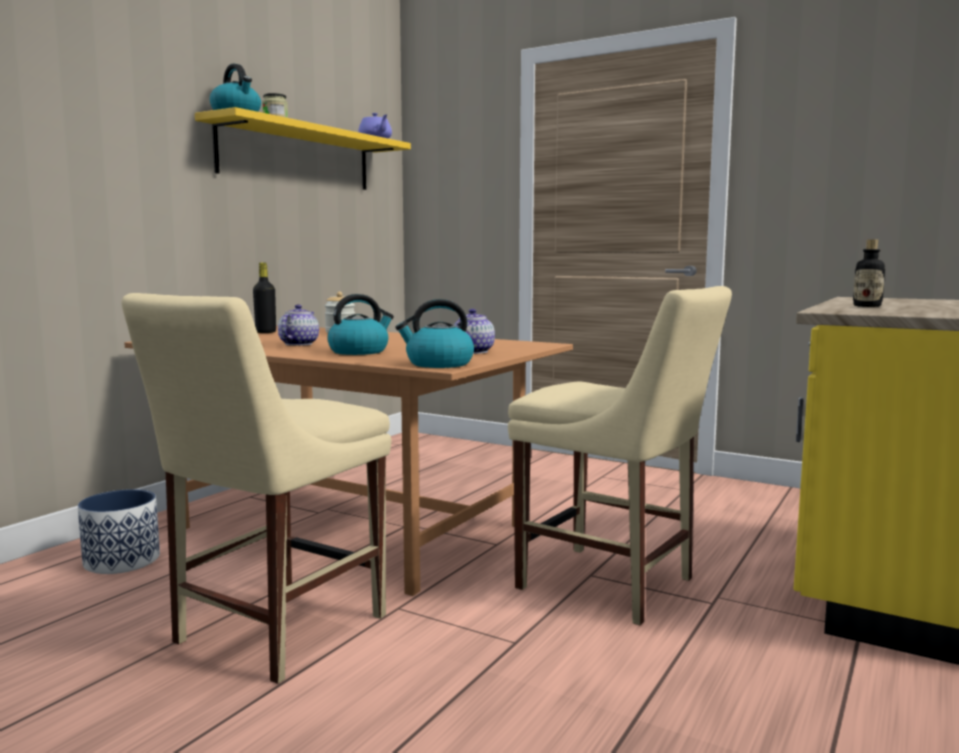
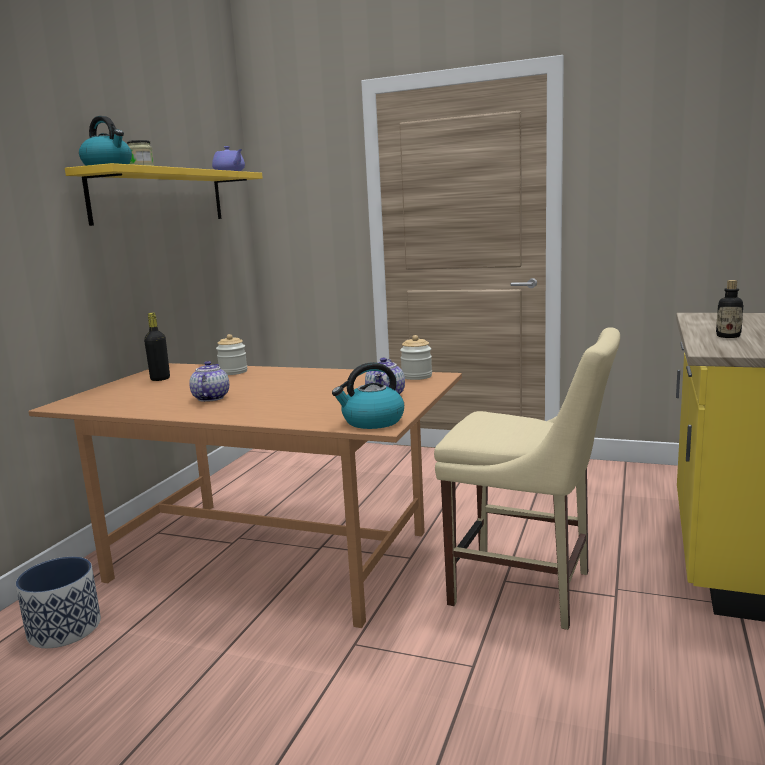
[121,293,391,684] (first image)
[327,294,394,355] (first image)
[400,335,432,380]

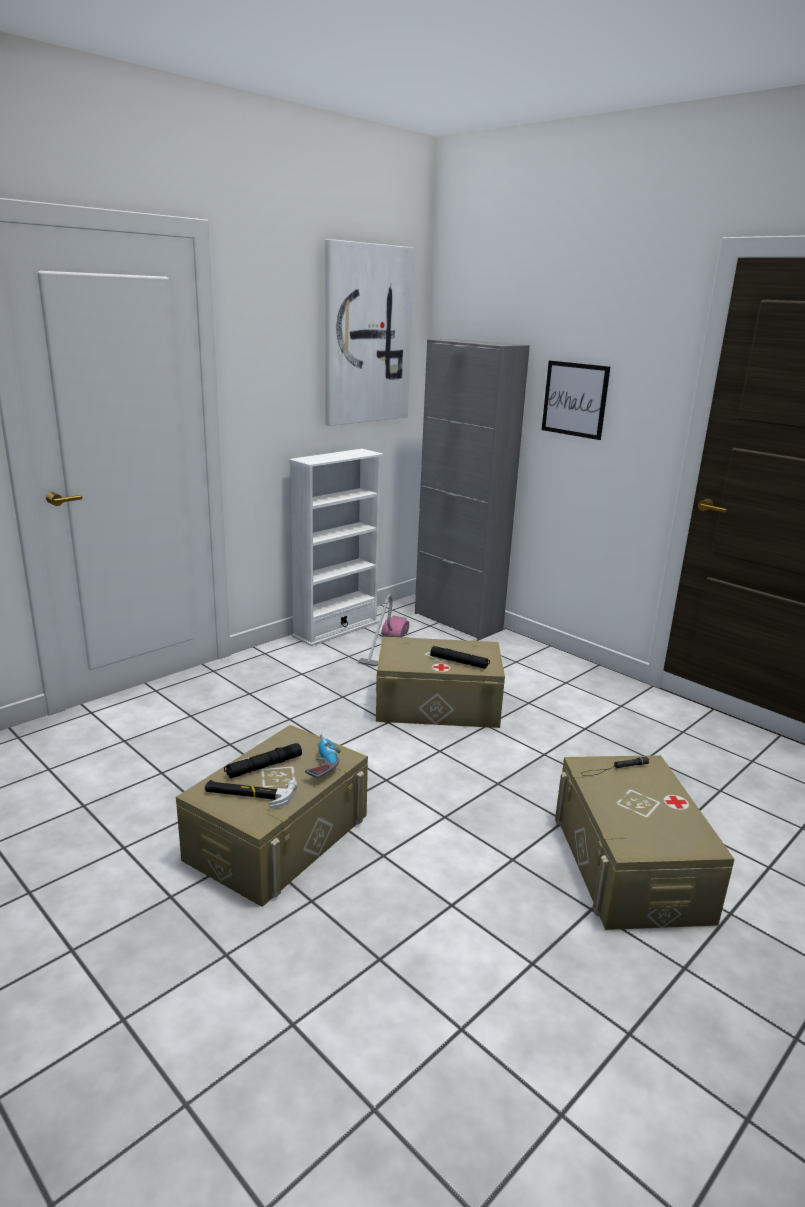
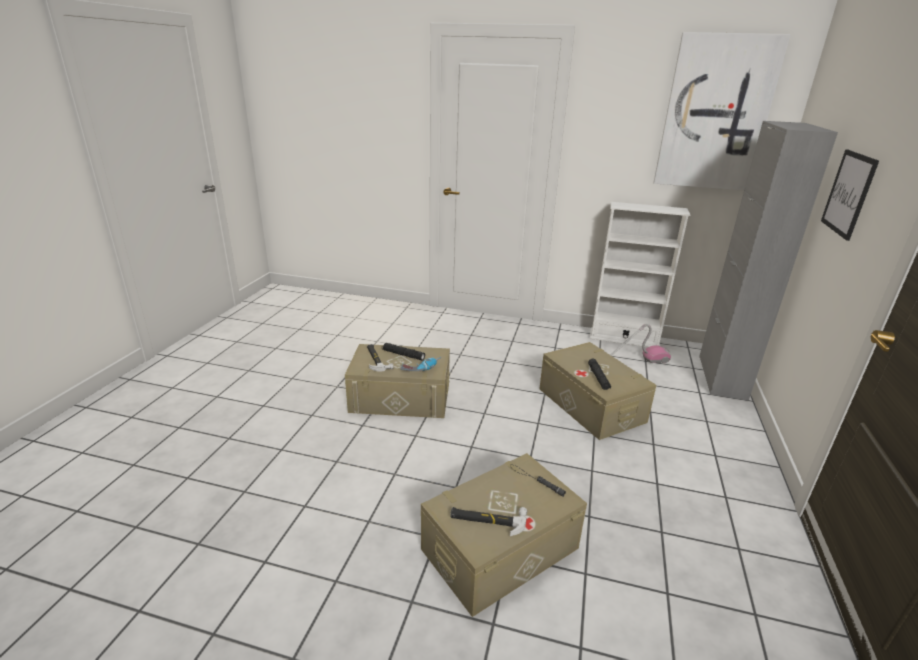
[450,507,527,536]

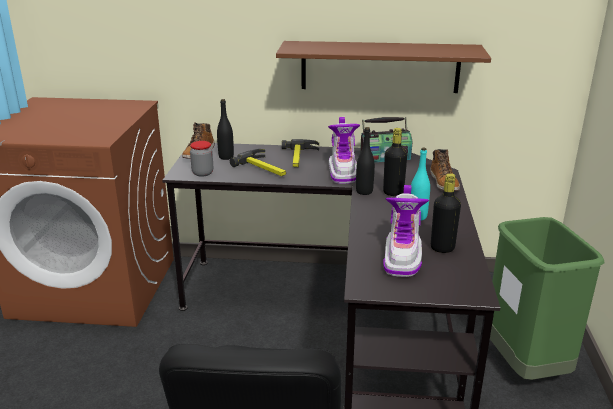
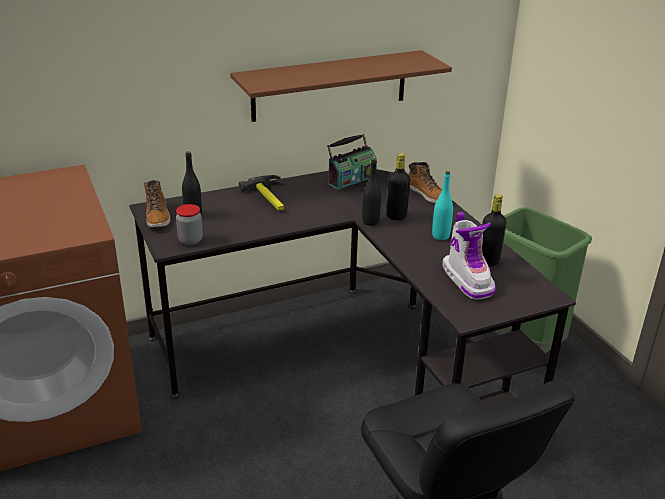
[230,149,286,176] (first image)
[328,117,360,184] (first image)

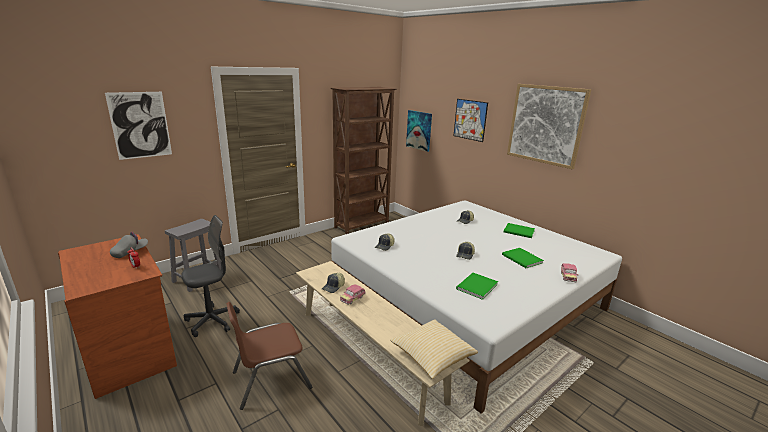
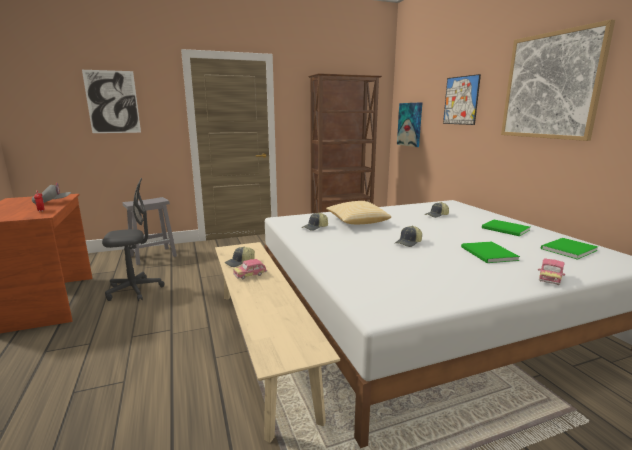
[226,302,312,410] (first image)
[326,201,391,224]
[541,238,598,260]

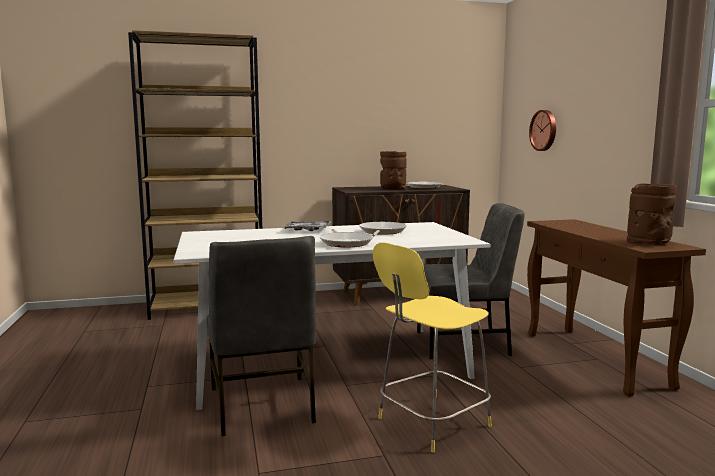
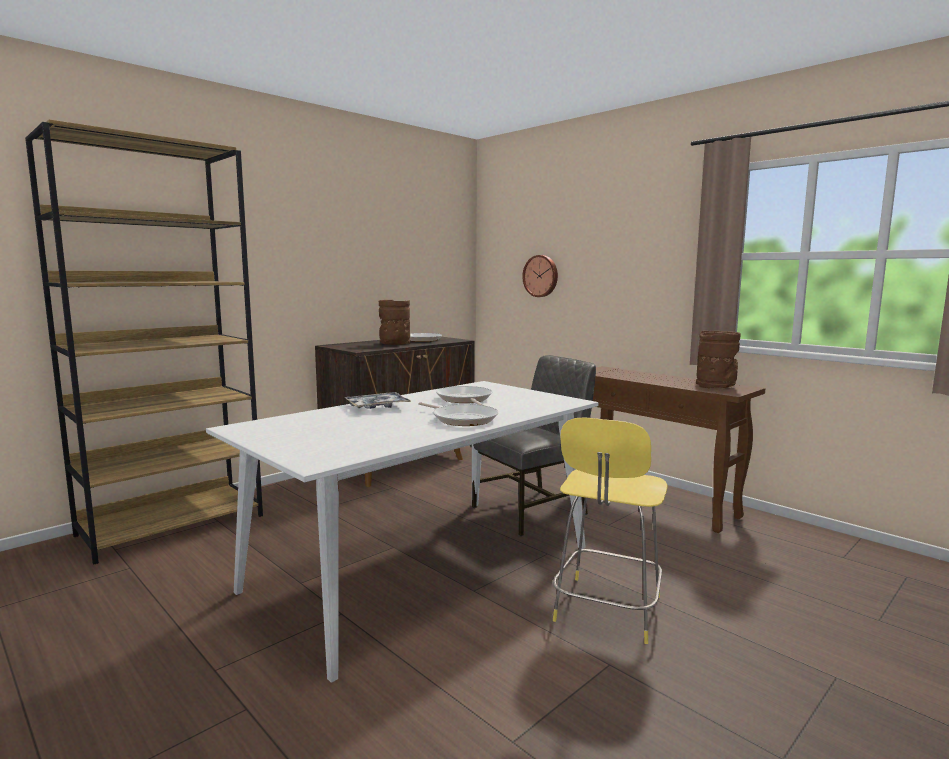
[207,236,316,436] (first image)

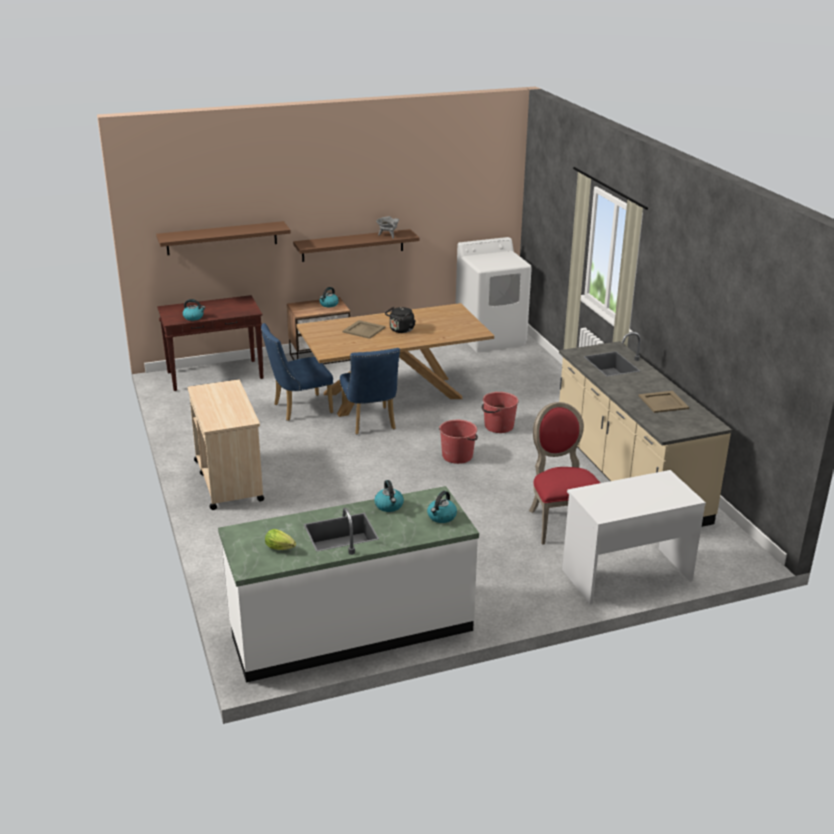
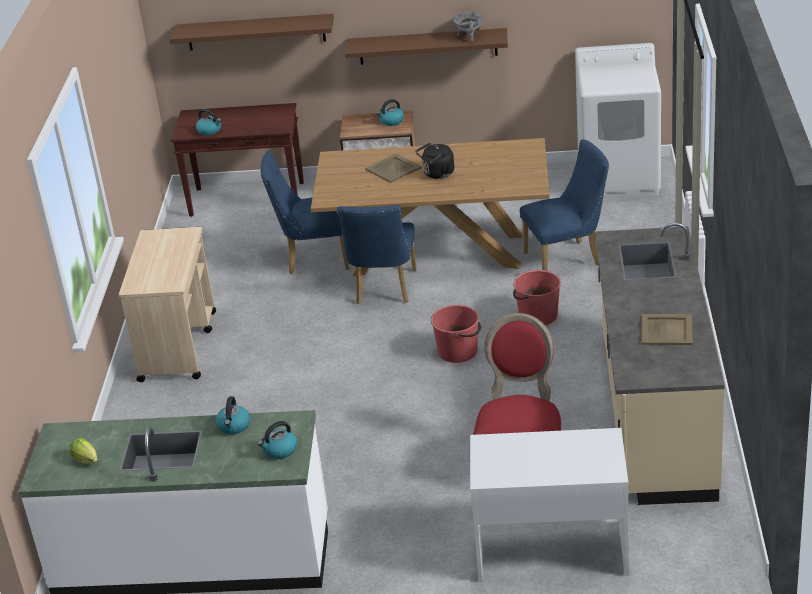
[520,139,609,271]

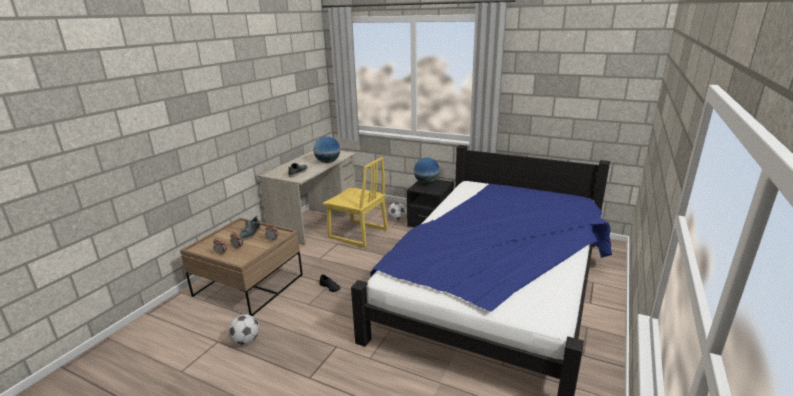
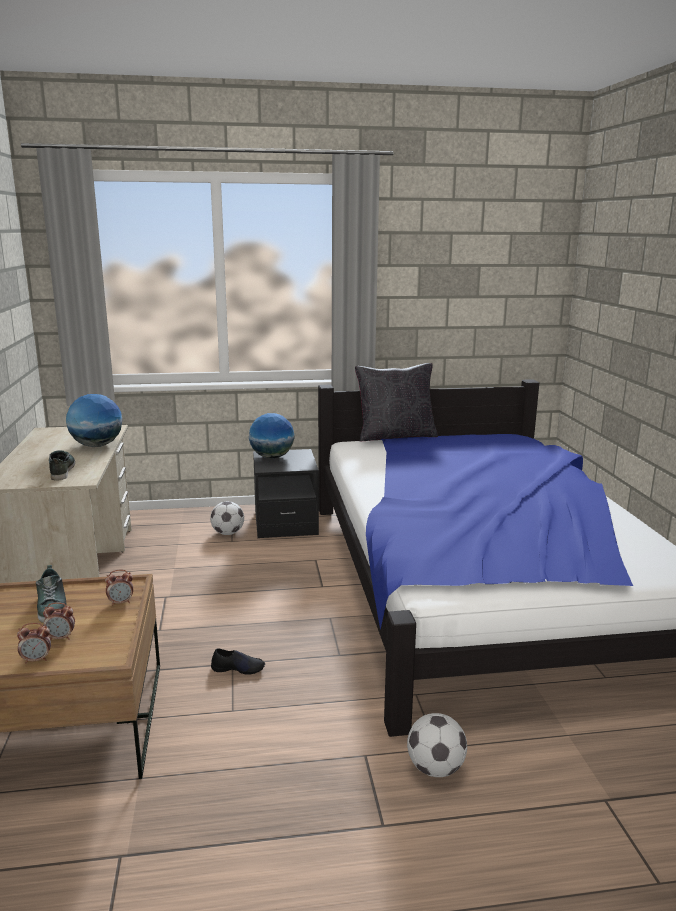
[407,713,467,777]
[323,157,388,247] (first image)
[355,363,438,442]

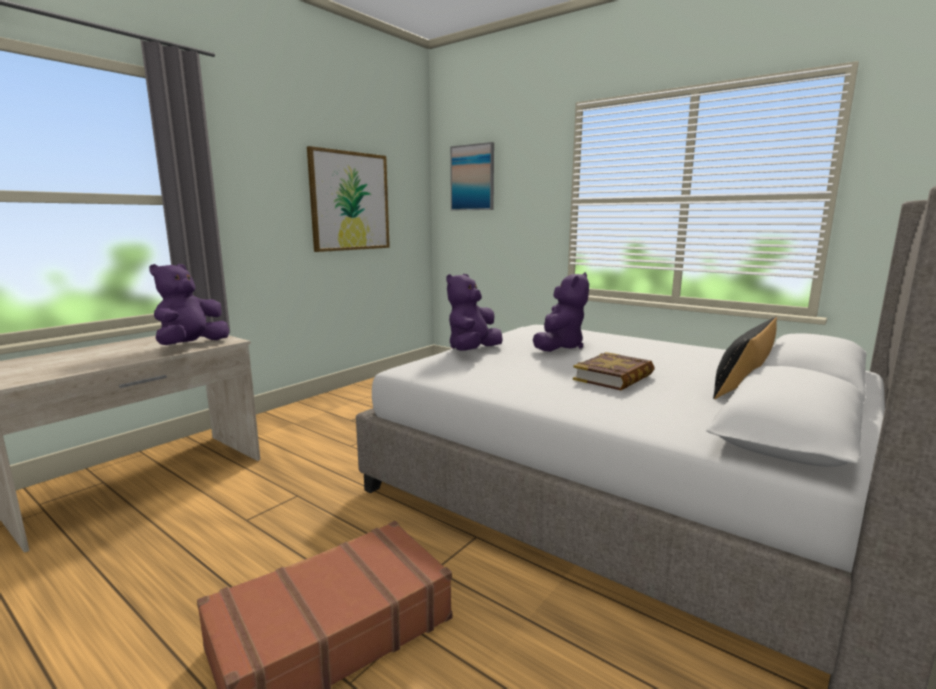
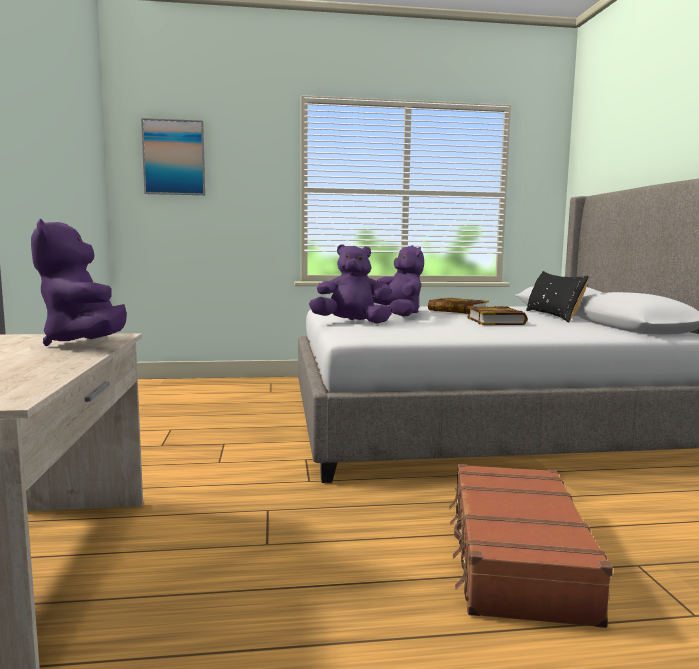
[307,146,390,252] (first image)
[309,244,391,324]
[428,298,489,314]

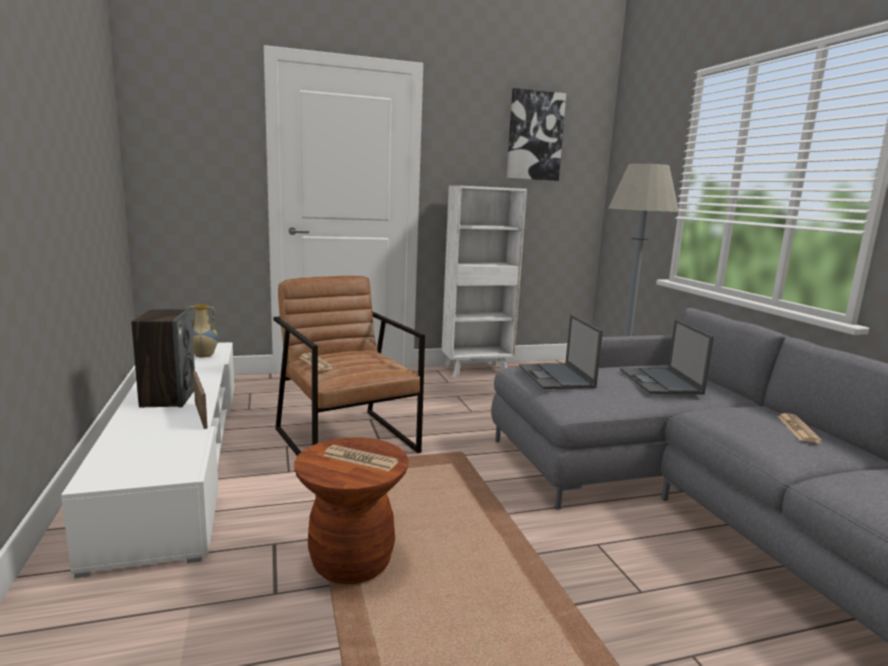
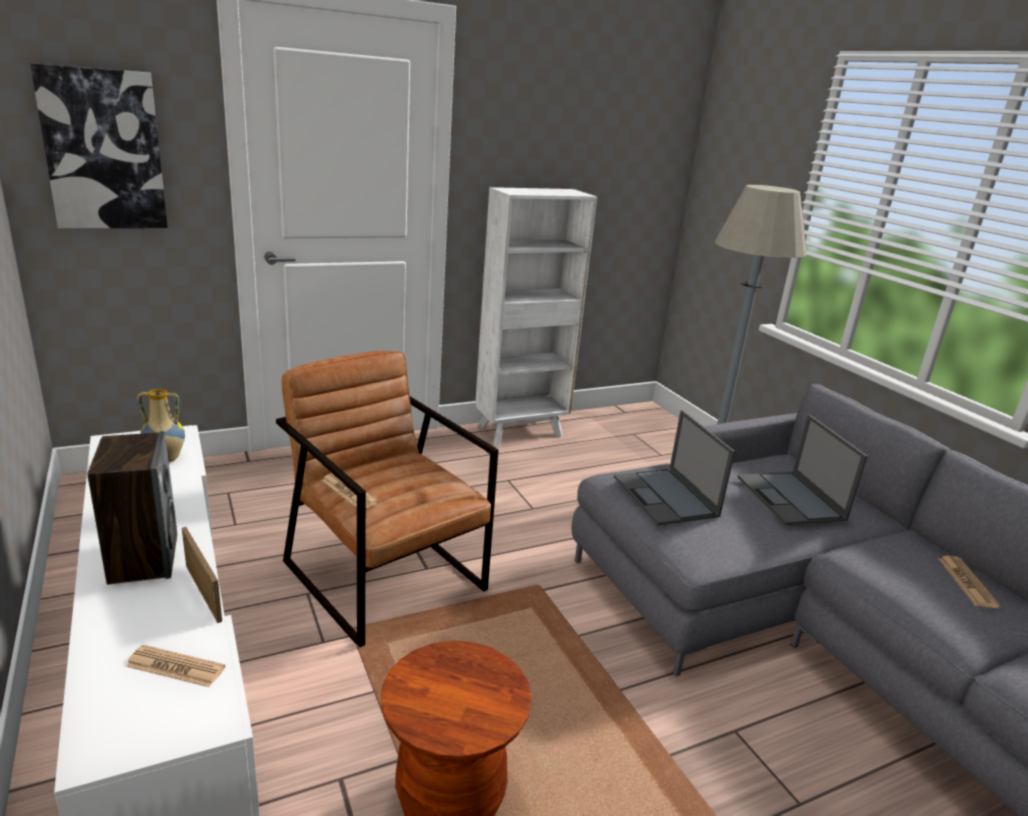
[126,645,225,687]
[30,63,168,228]

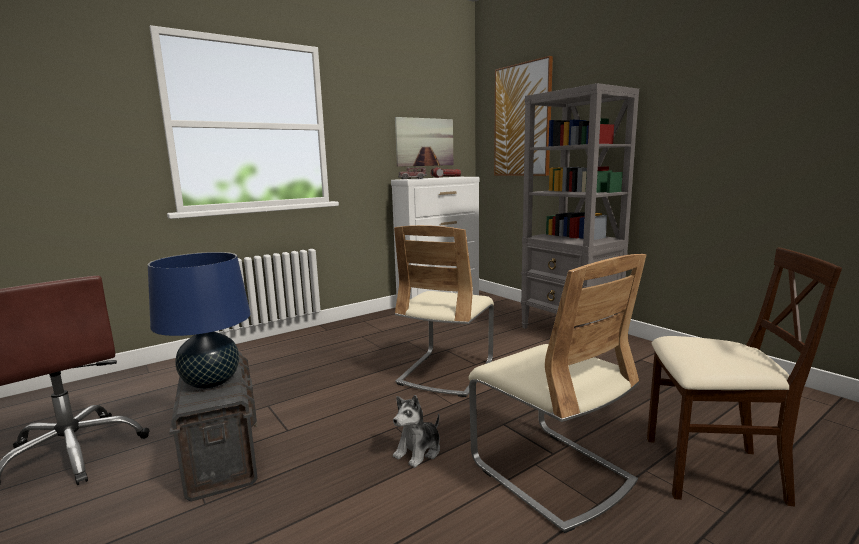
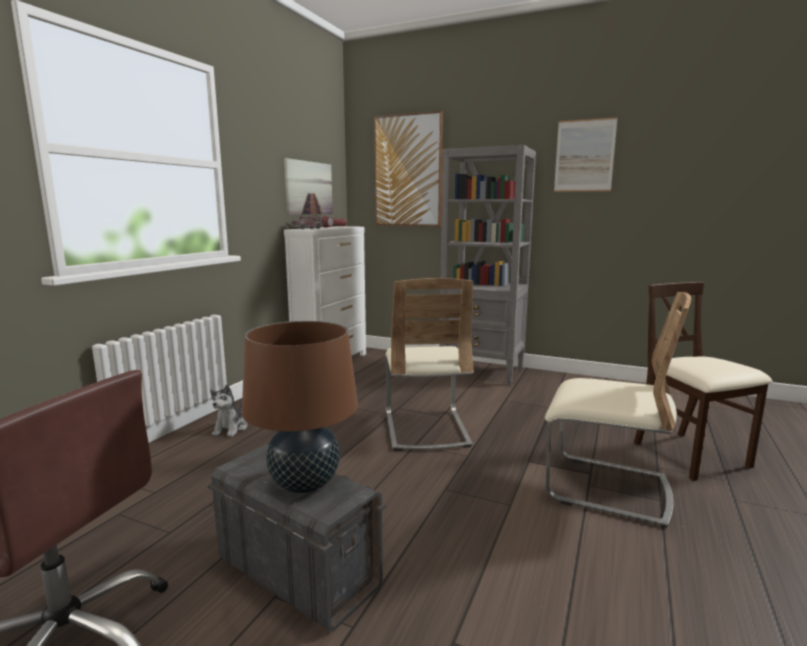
[242,321,358,493]
[210,384,247,437]
[634,282,773,481]
[554,117,618,192]

